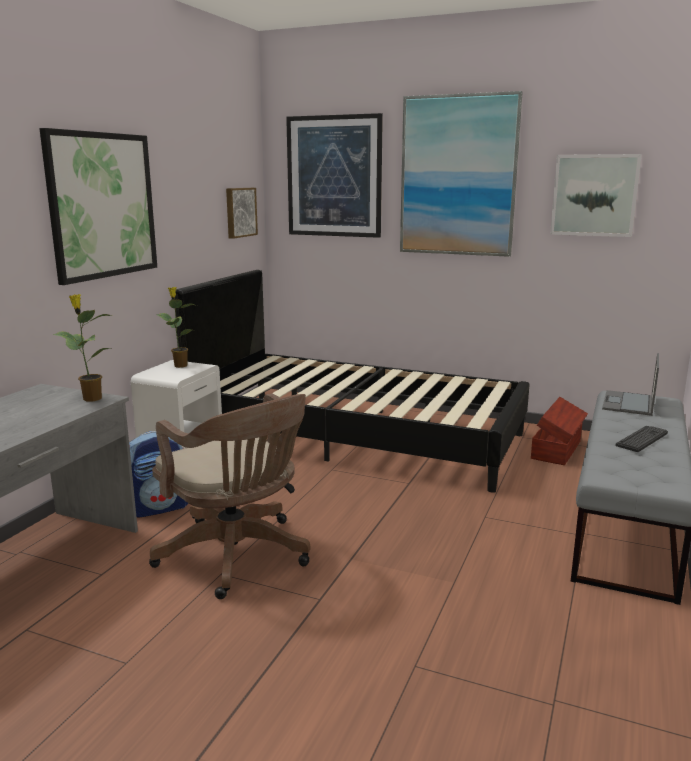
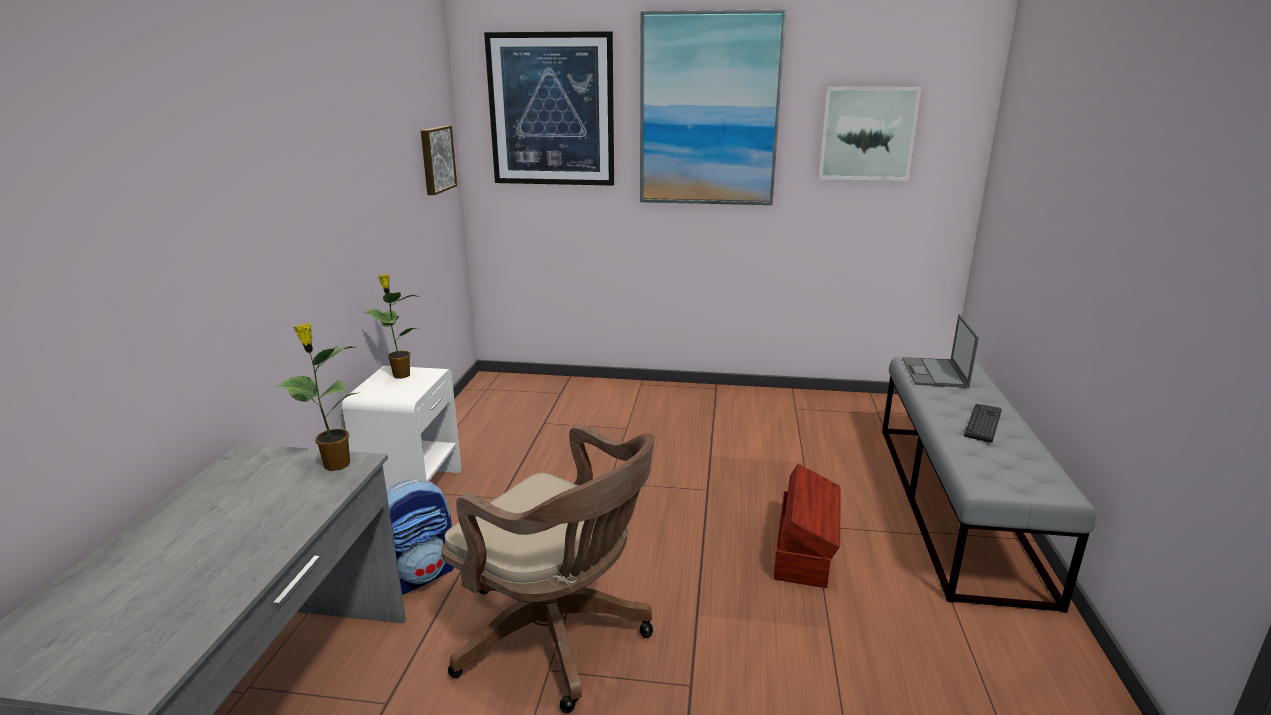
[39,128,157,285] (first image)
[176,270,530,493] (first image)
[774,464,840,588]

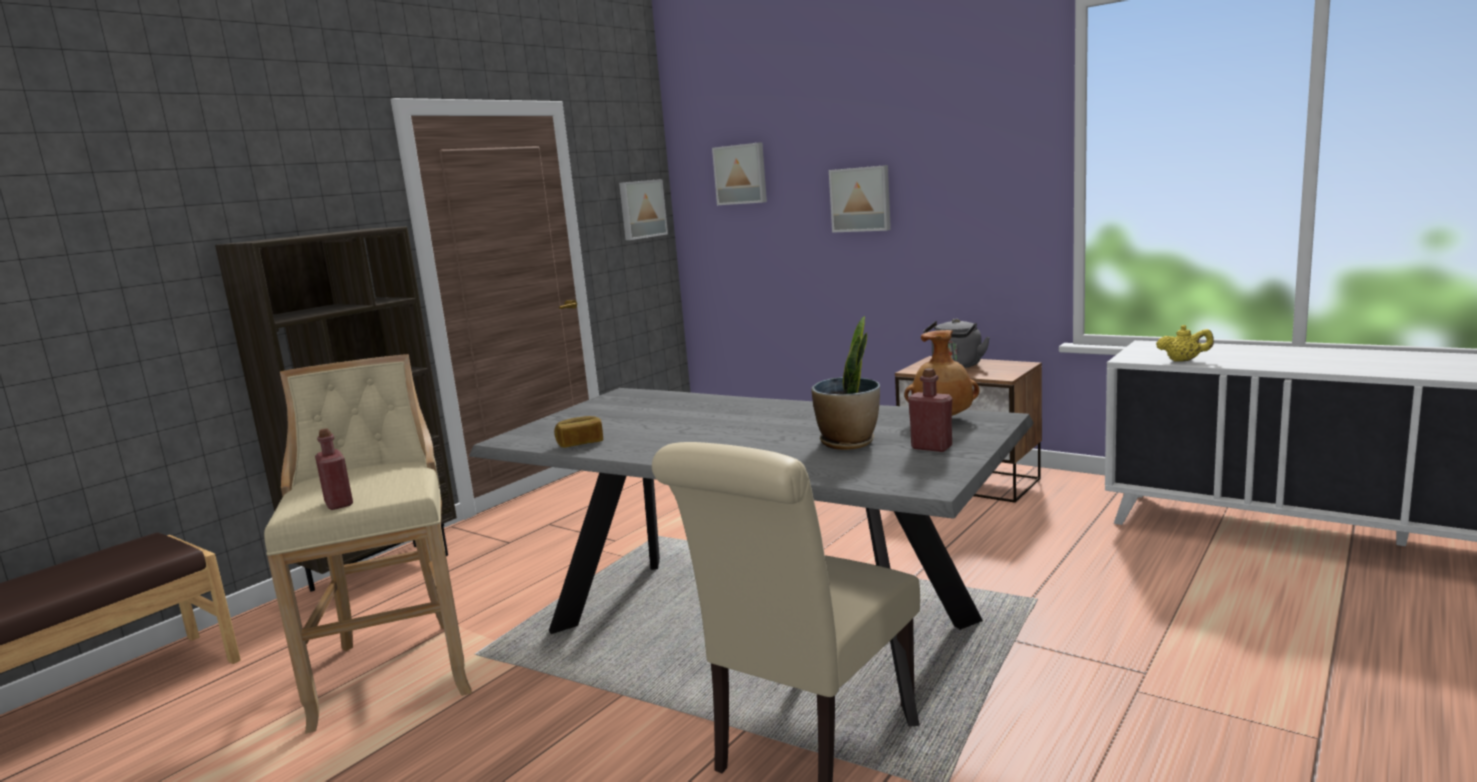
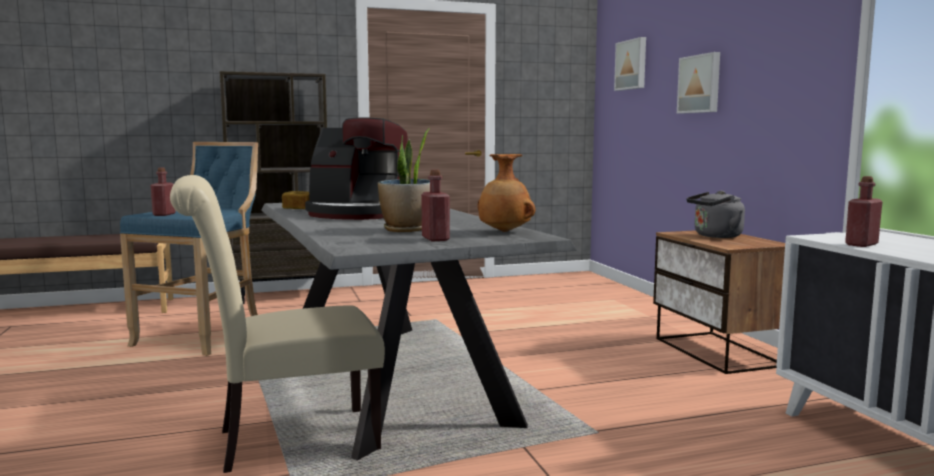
[120,142,258,356]
[619,179,668,240] (first image)
[845,176,882,247]
[305,117,408,220]

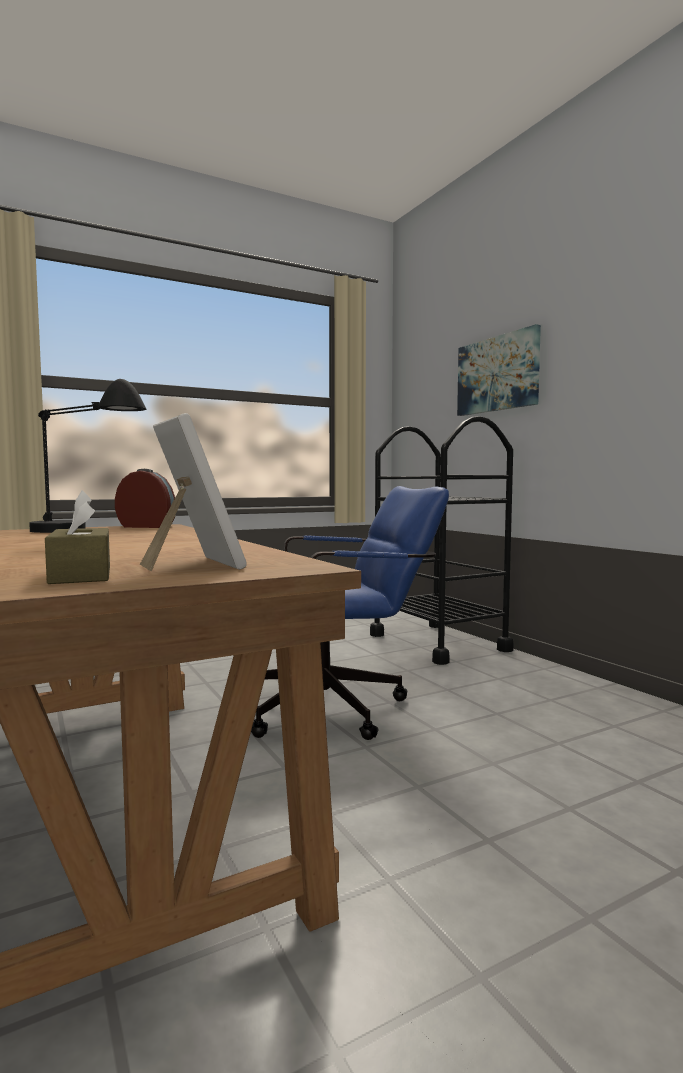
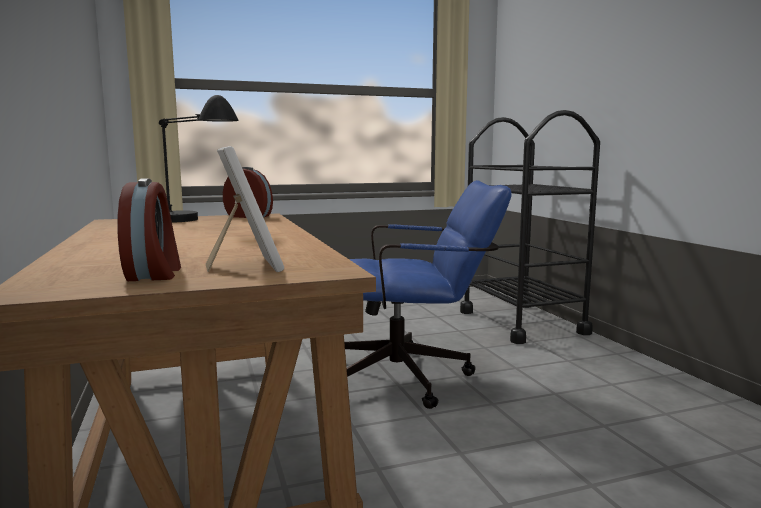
[117,179,181,281]
[457,324,541,416] (first image)

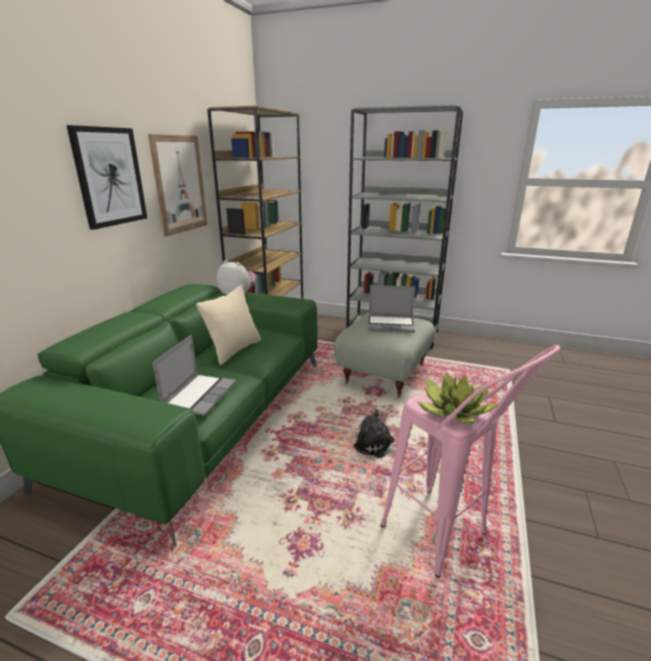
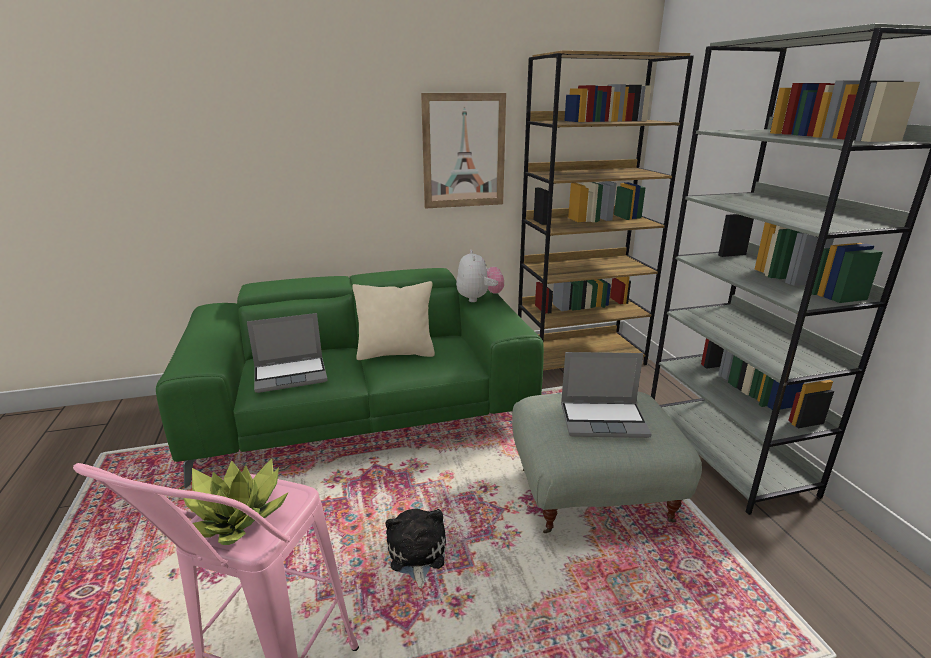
[66,125,147,230] (first image)
[561,352,652,438]

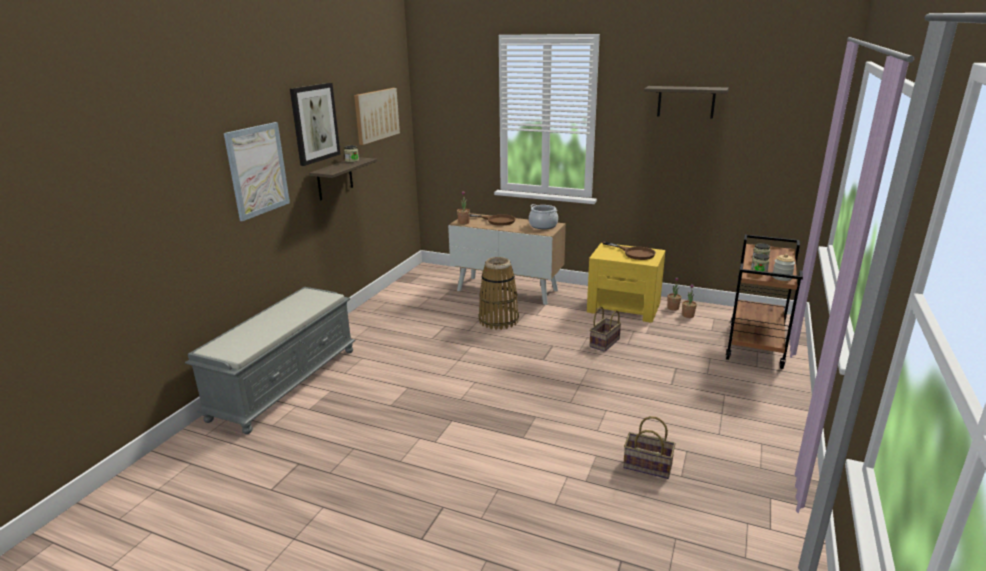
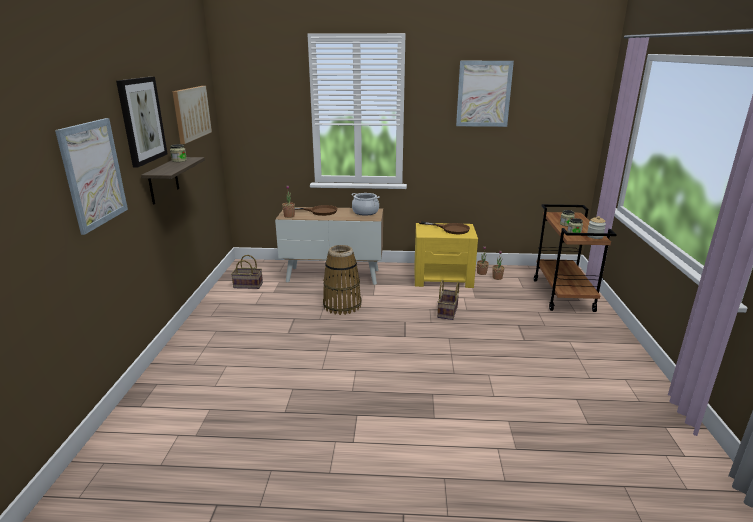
[185,287,355,434] (first image)
[231,255,263,289]
[456,61,514,127]

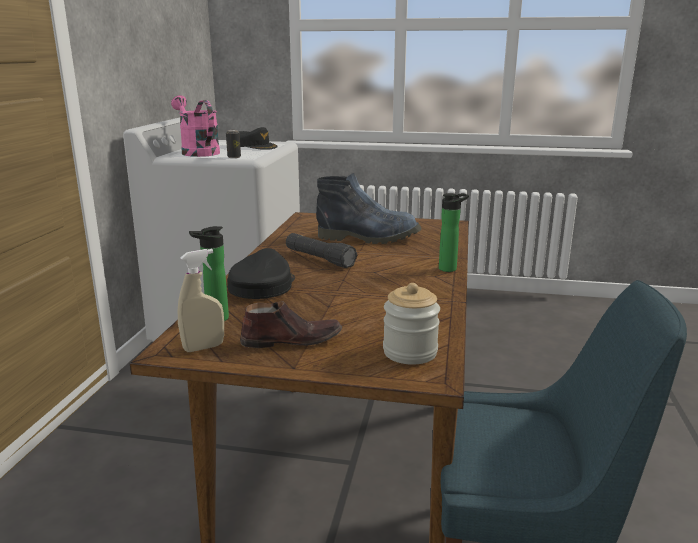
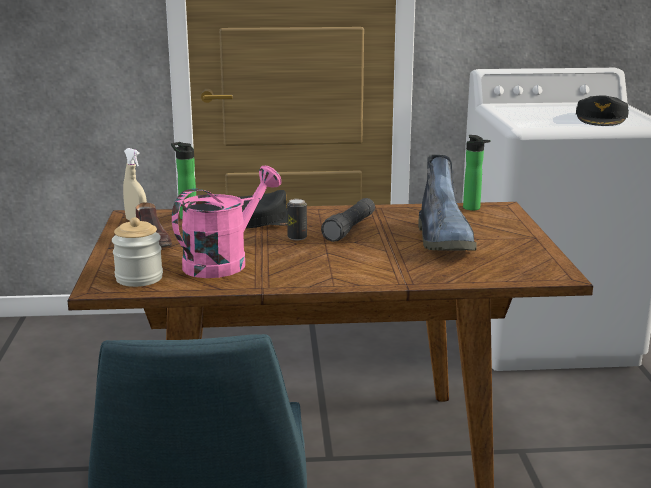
[172,166,281,278]
[287,199,307,241]
[463,135,491,211]

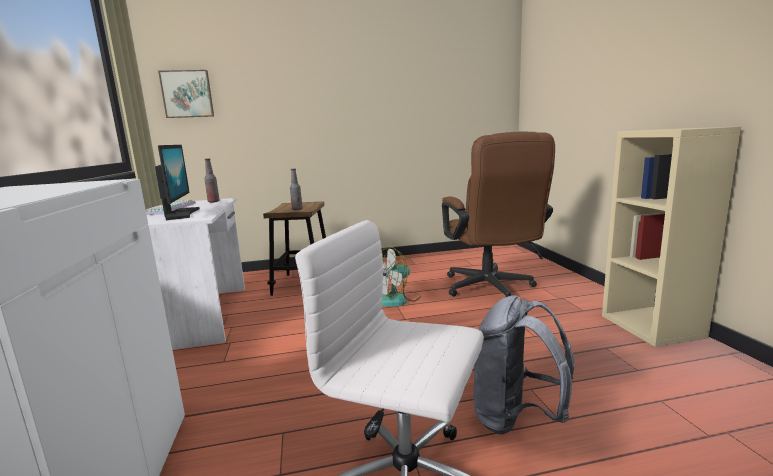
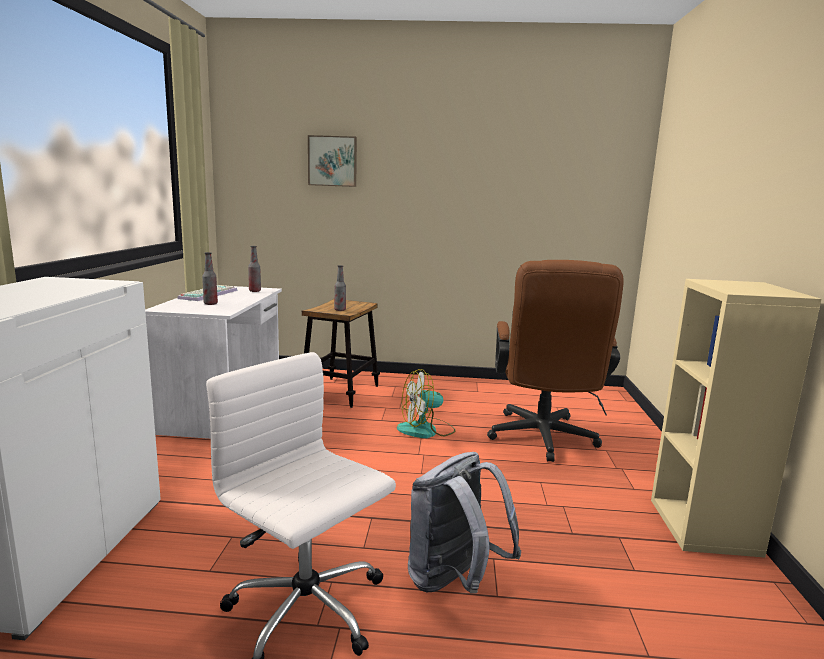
[202,252,218,305]
[308,135,357,187]

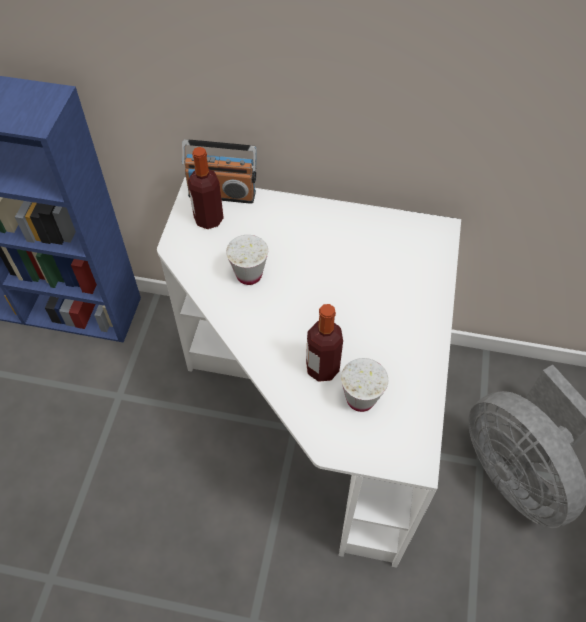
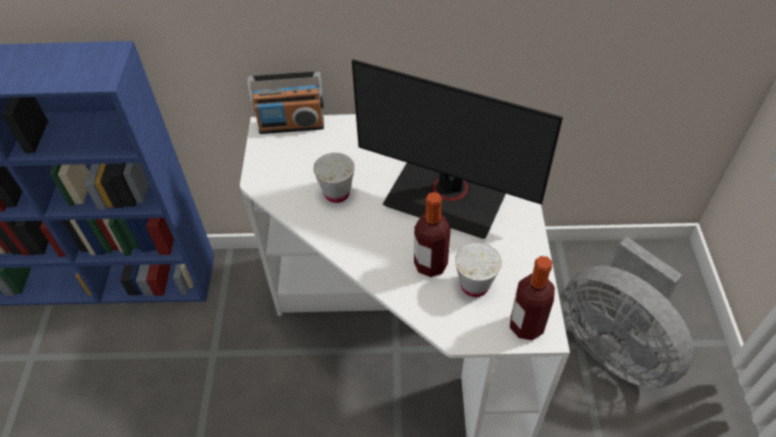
[510,256,555,340]
[352,59,563,239]

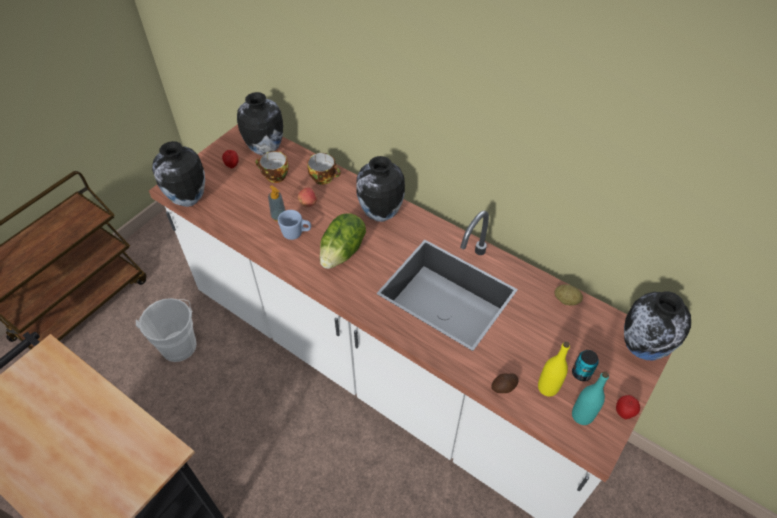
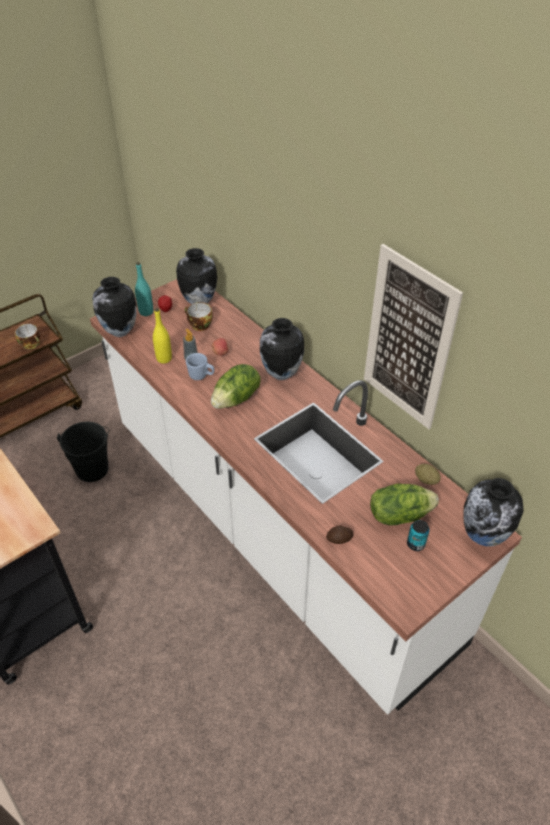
[57,421,109,482]
[15,324,40,349]
[153,308,172,364]
[135,262,153,316]
[616,395,640,419] (first image)
[364,244,463,429]
[370,484,439,525]

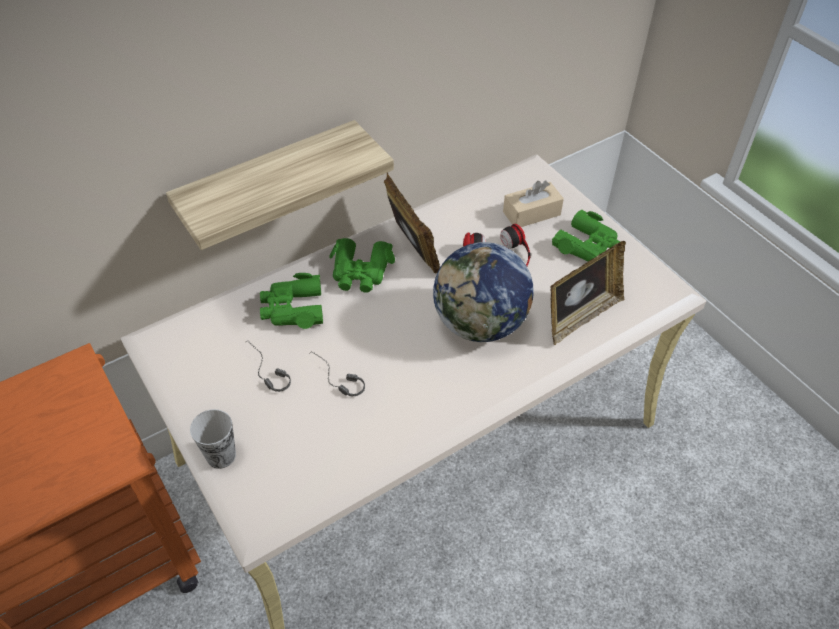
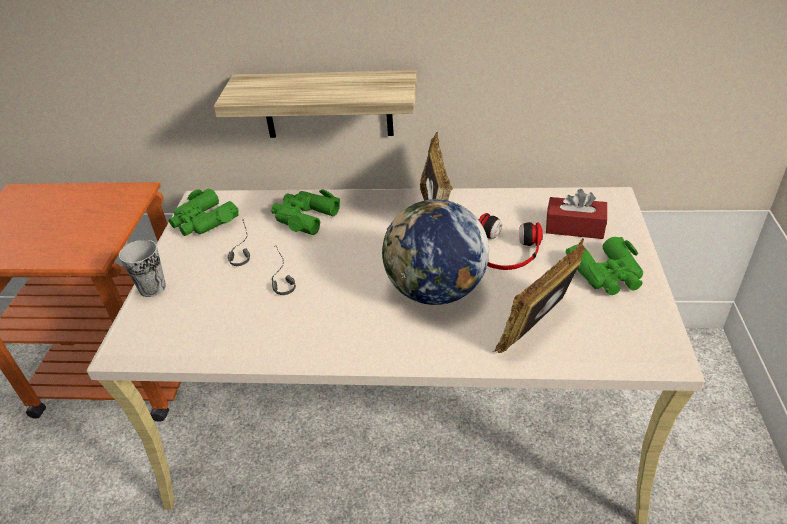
[168,189,239,236]
[546,189,607,239]
[492,238,585,353]

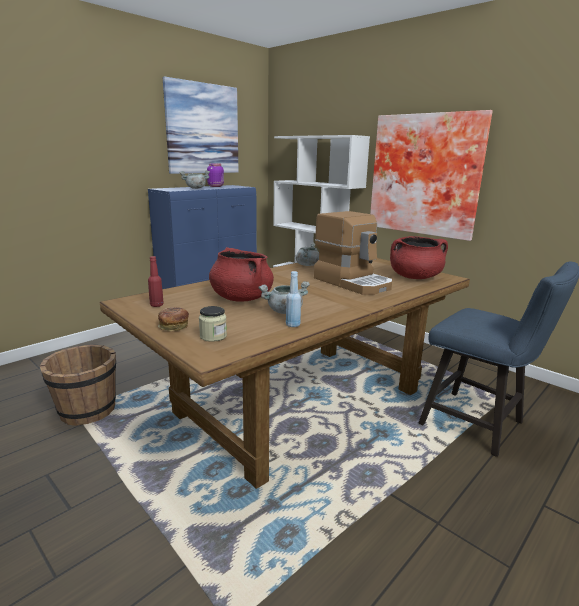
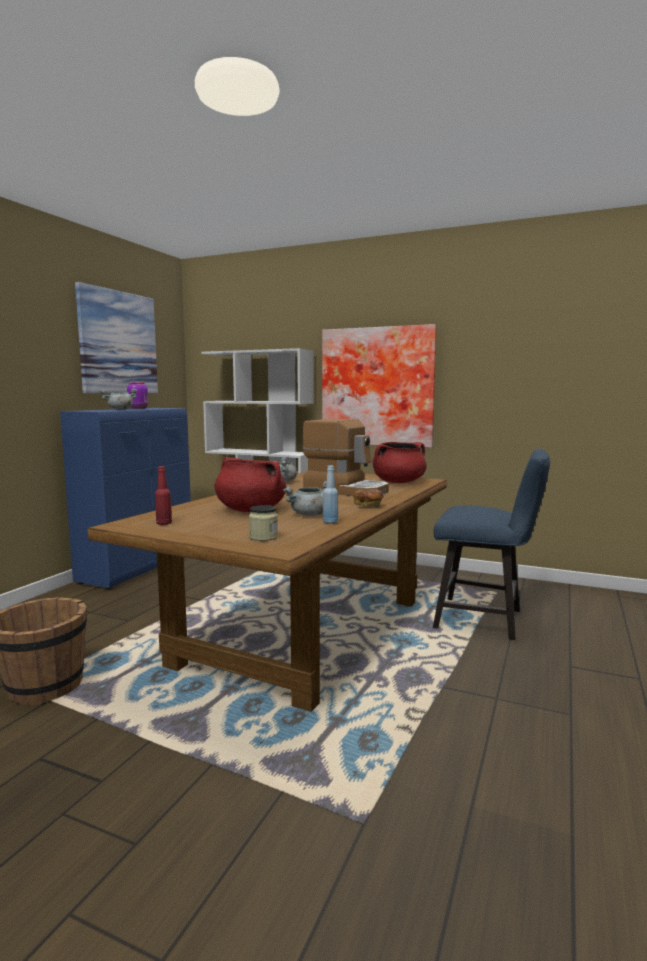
[353,489,384,507]

